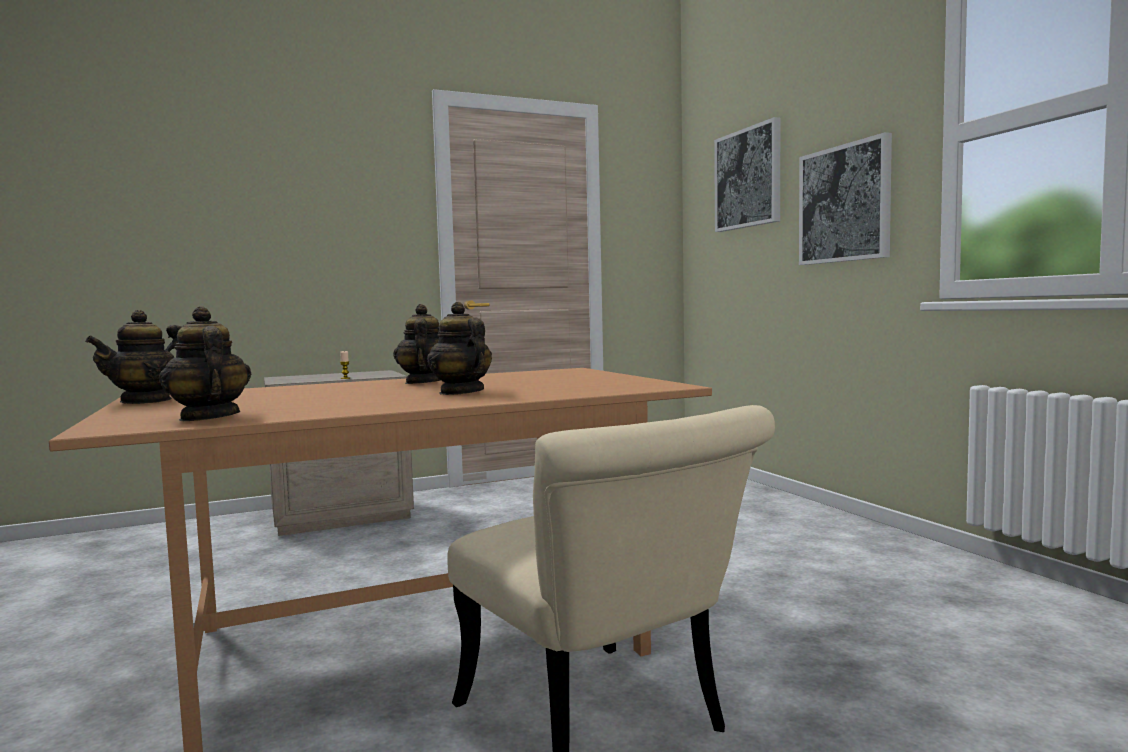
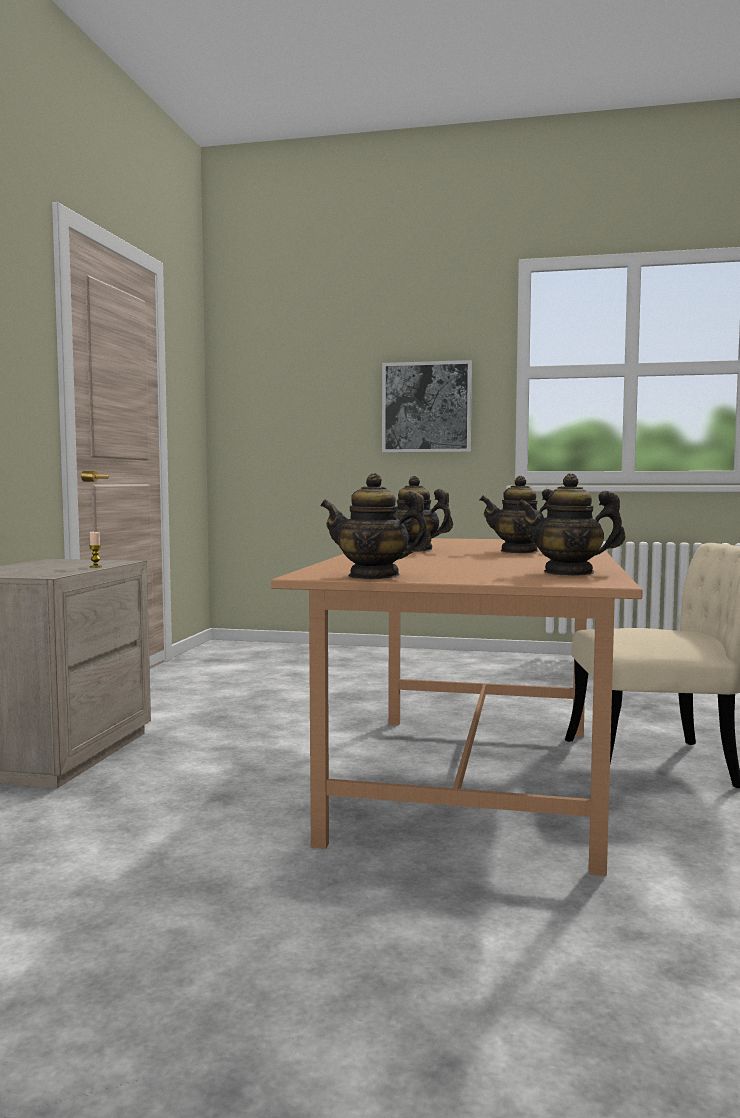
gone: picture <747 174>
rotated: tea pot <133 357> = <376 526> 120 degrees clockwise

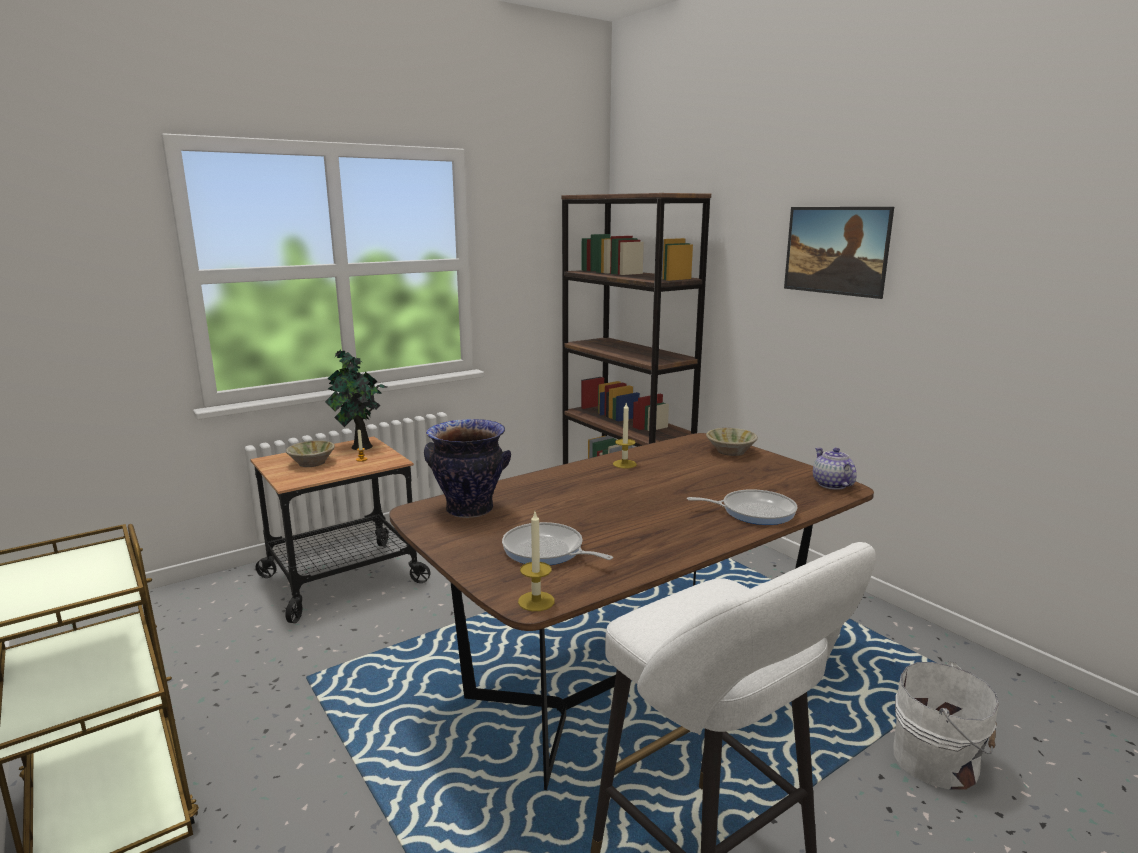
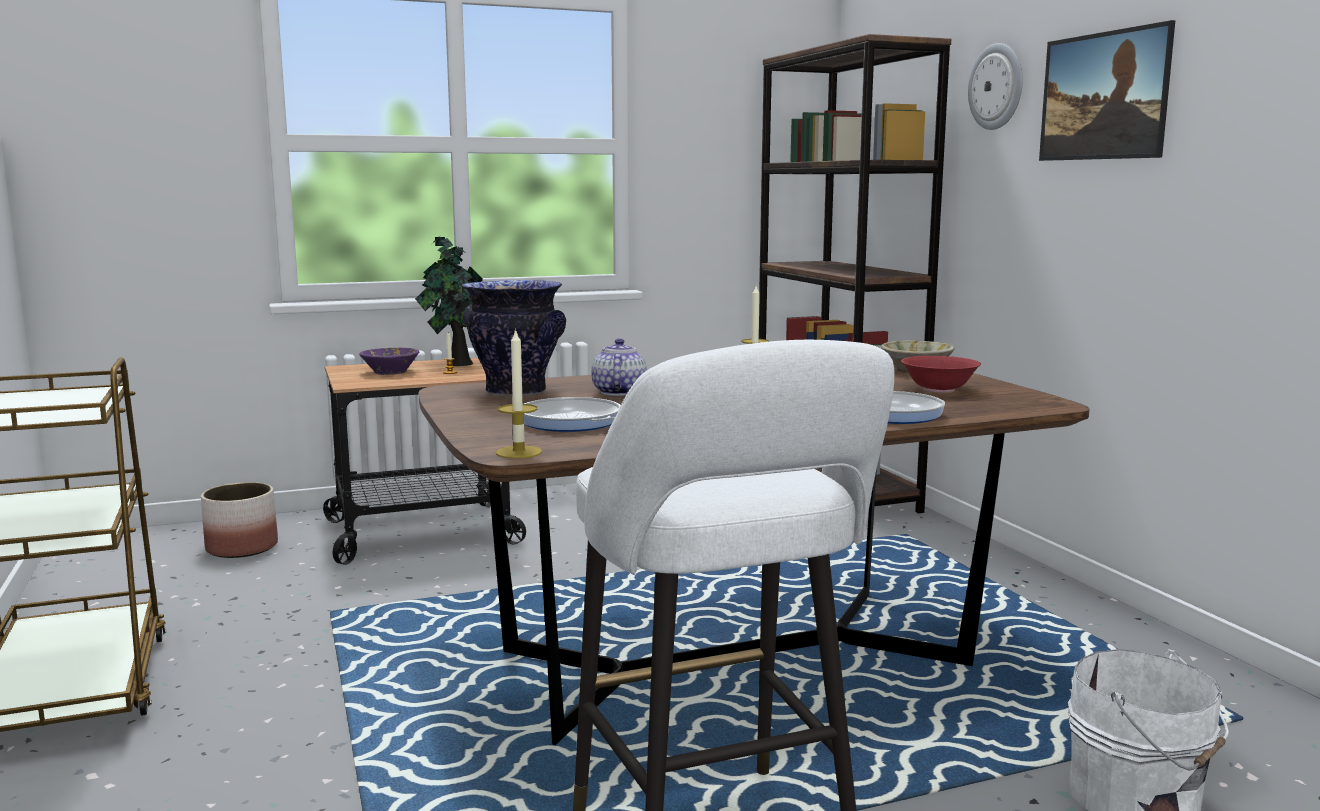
new: planter <239 520>; red-coloured bowl <941 374>; wall clock <995 86>
shifted: tea pot <835 469> to <619 367>
repainted: beige-coloured bowl <310 454> to purplish bowl <389 361>

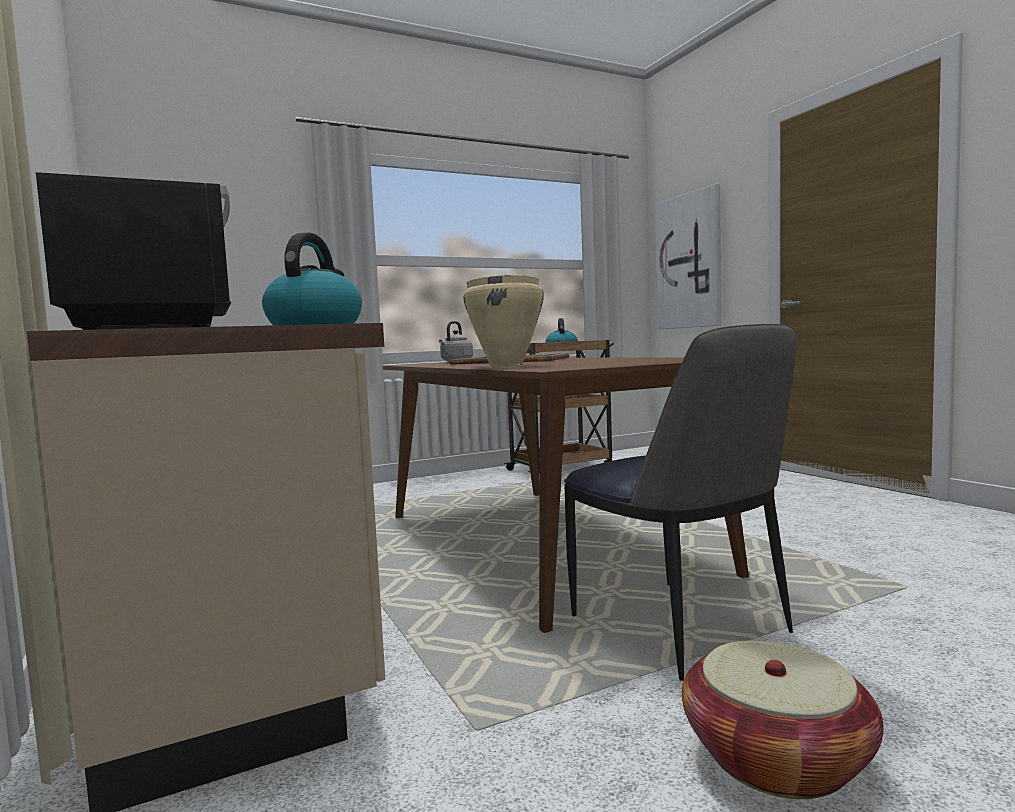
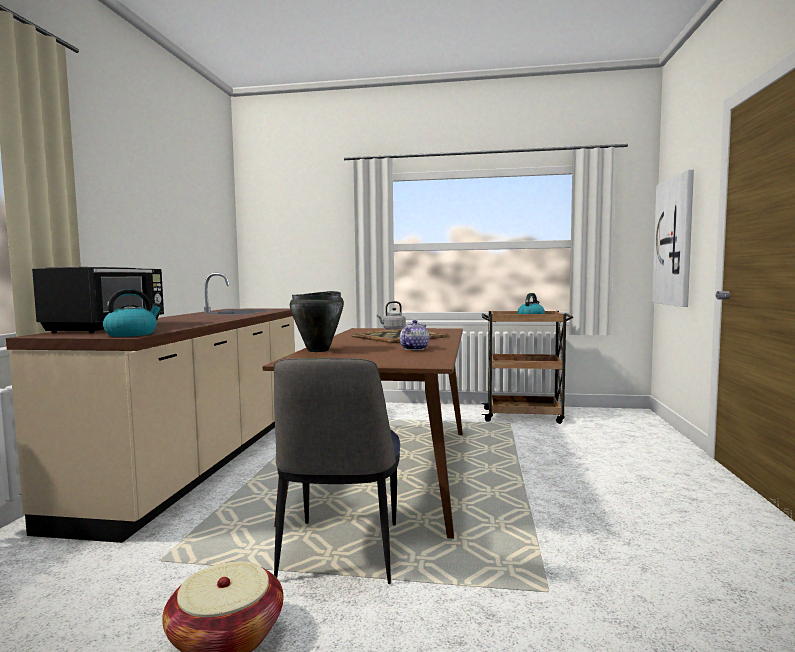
new: tea pot <414 335>
repainted: beige-coloured cooking pot <503 321> to blackish cooking pot <317 321>

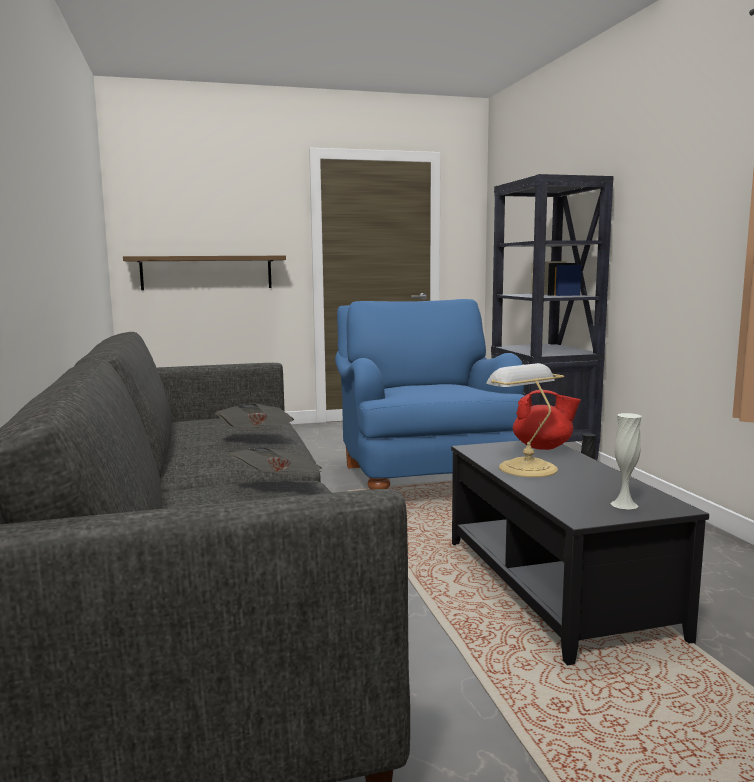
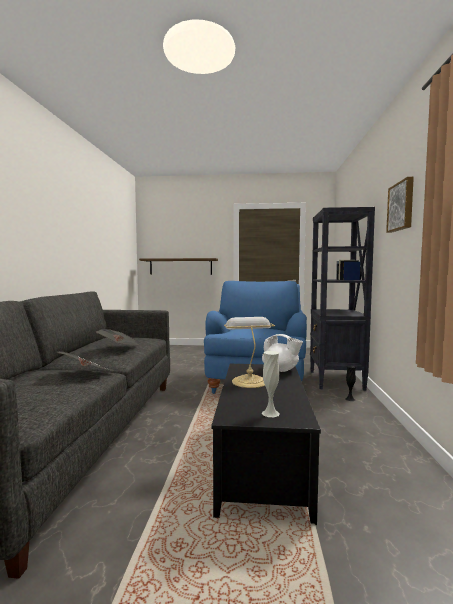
new: picture <400 205>
repainted: red-coloured tea pot <547 420> to white tea pot <282 353>

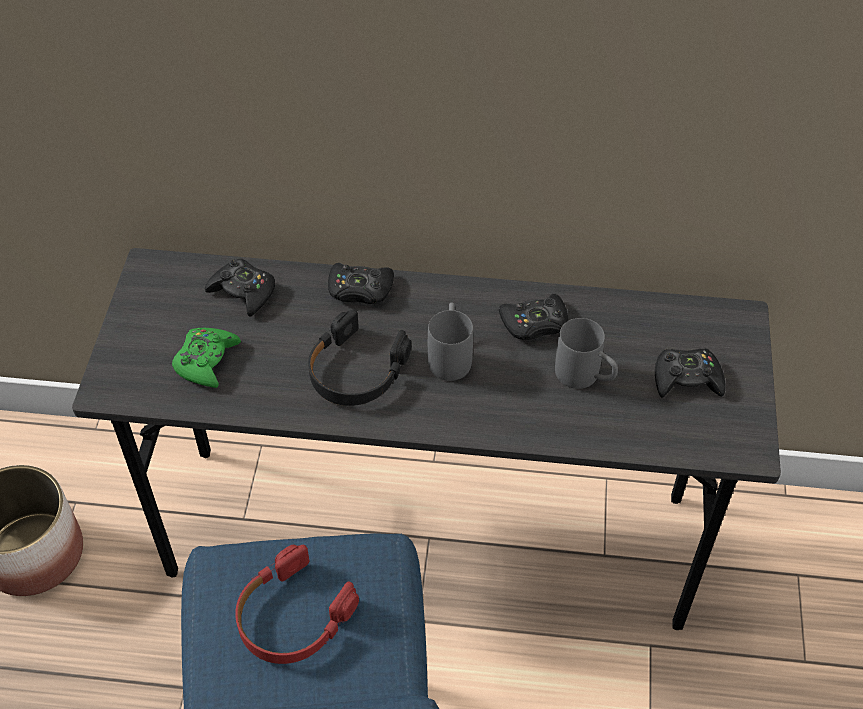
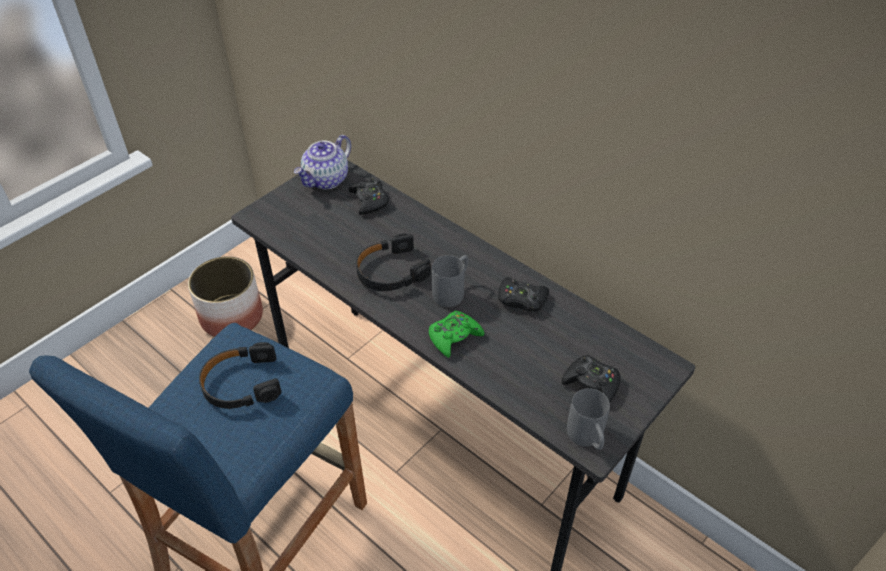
gone: blackish gamepad <361 283>
new: tea pot <322 162>
shifted: green gamepad <206 358> to <456 334>; gray coffee mug <586 353> to <588 419>
repainted: red-coloured headset <297 604> to blackish headset <240 375>

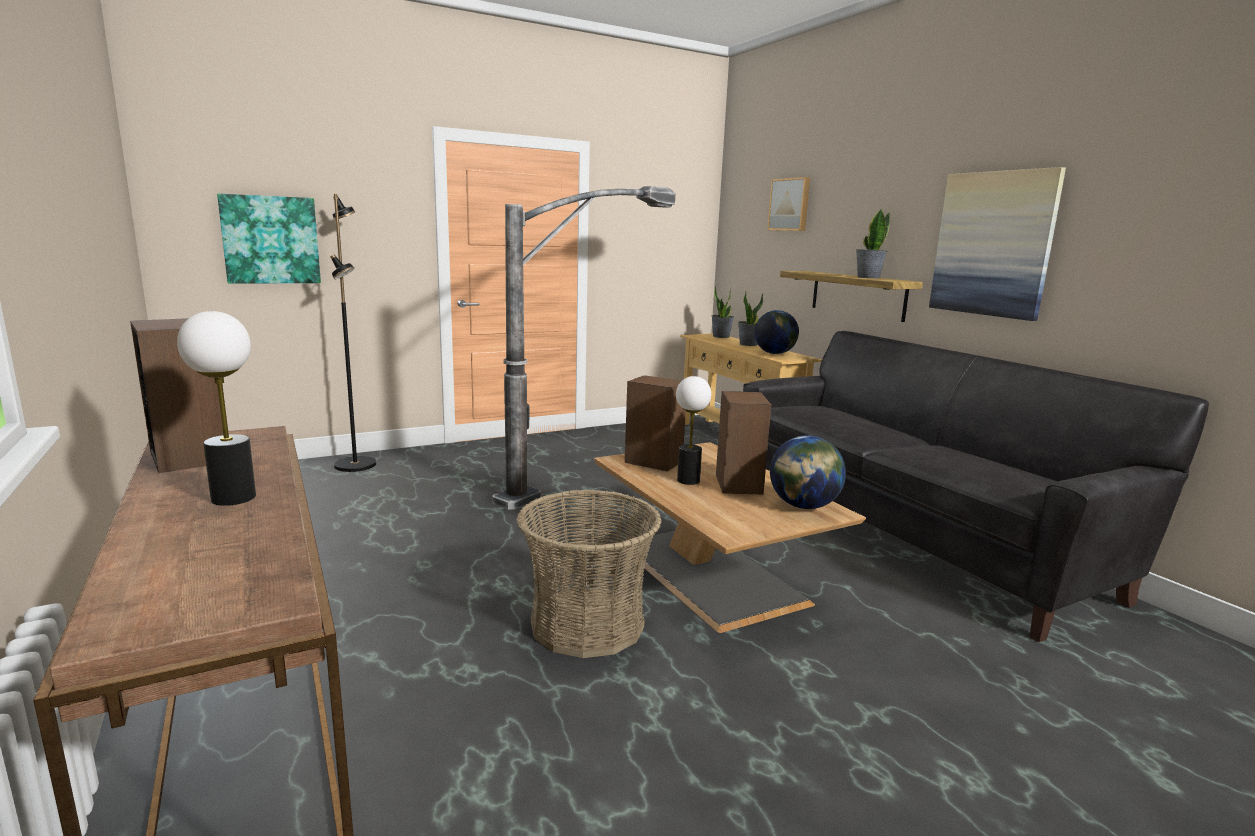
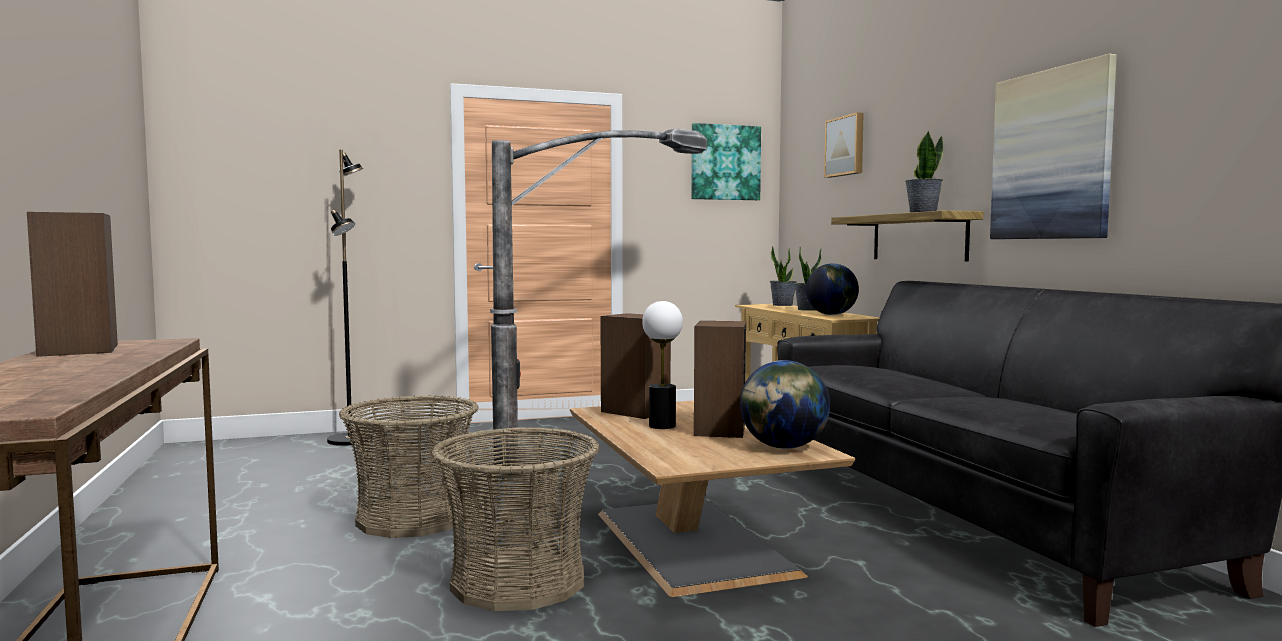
gone: lamp for a table <216 408>
new: storage basket <409 466>
shifted: picture <269 239> to <726 161>

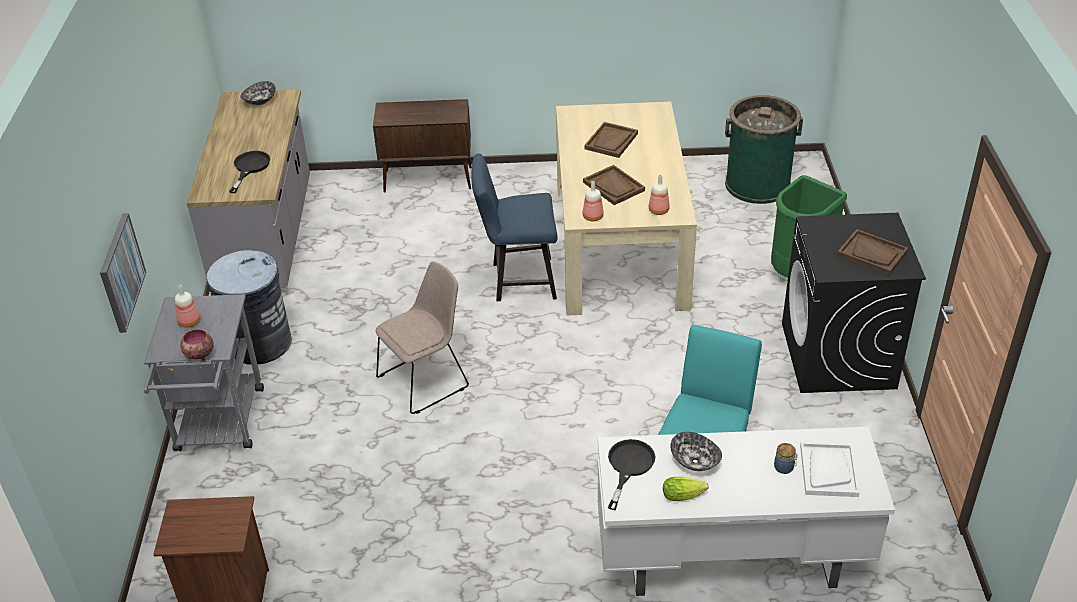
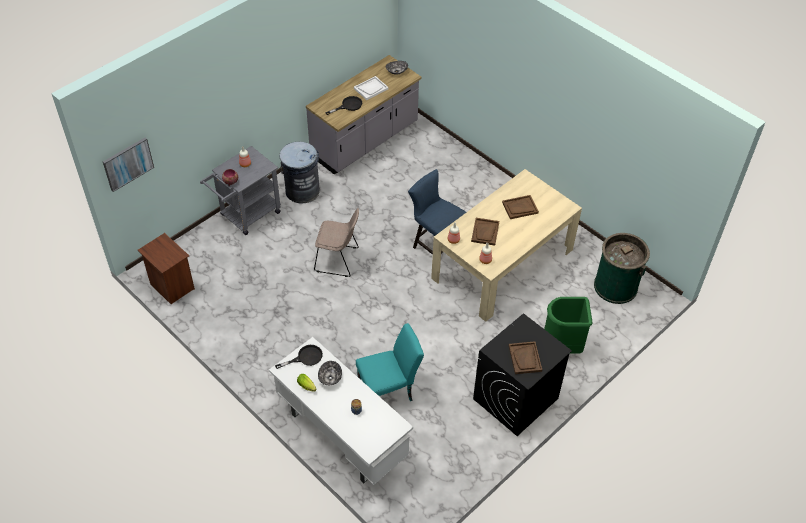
gone: brown-coloured storage cabinet <422 146>
shifted: picture <123 273> to <128 164>; white tray <830 469> to <371 88>

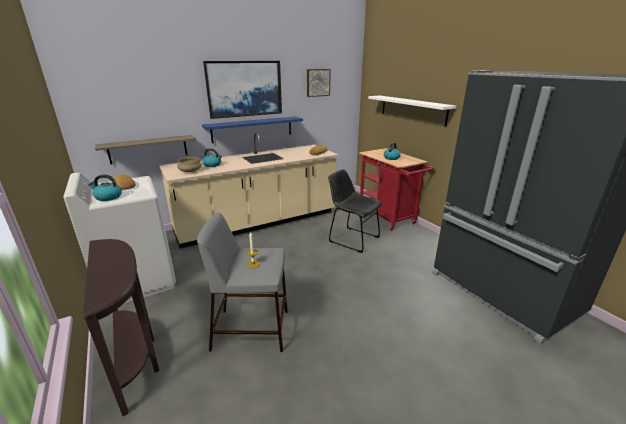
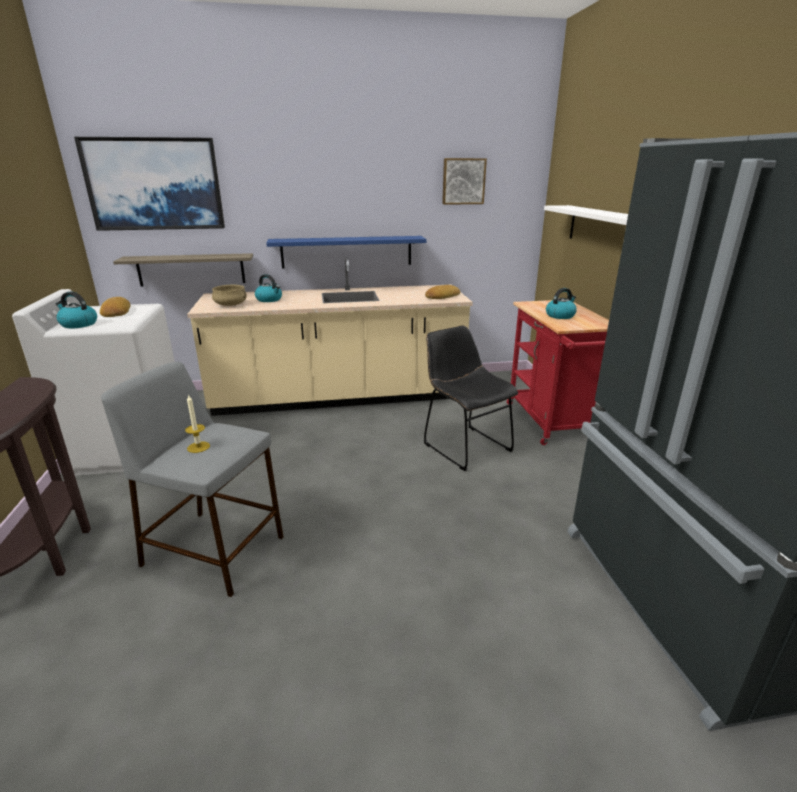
shifted: picture <242 90> to <149 184>

